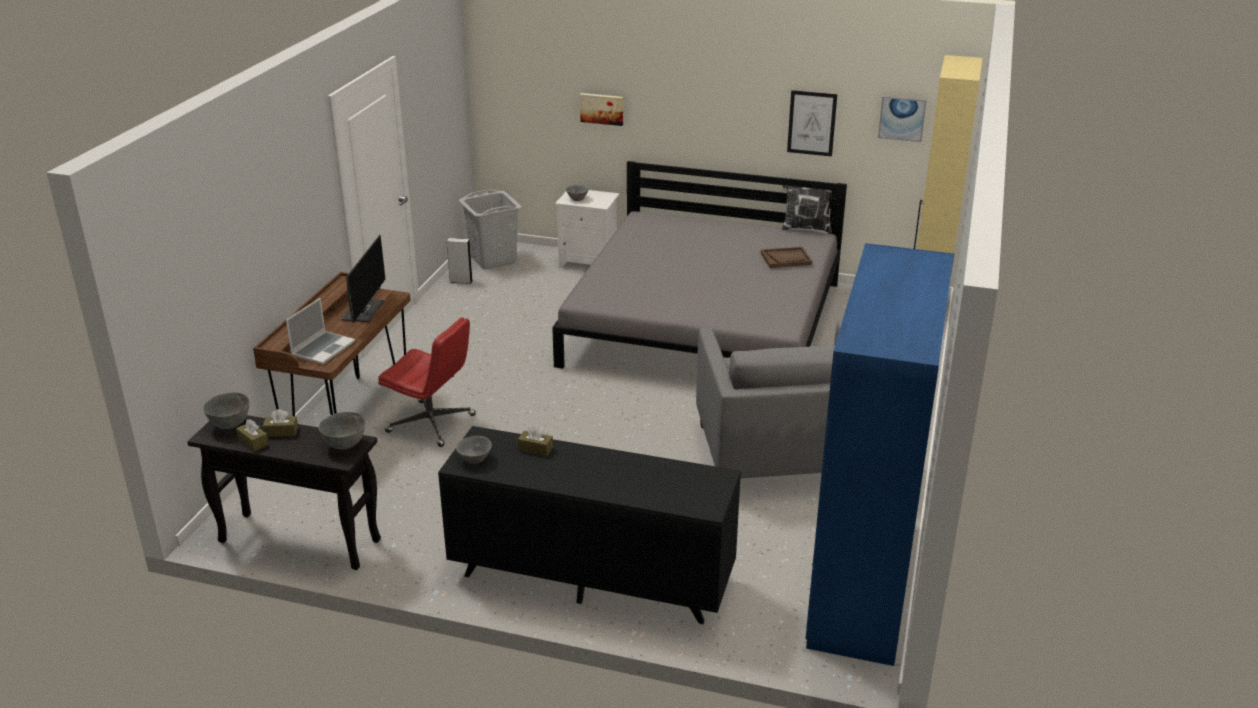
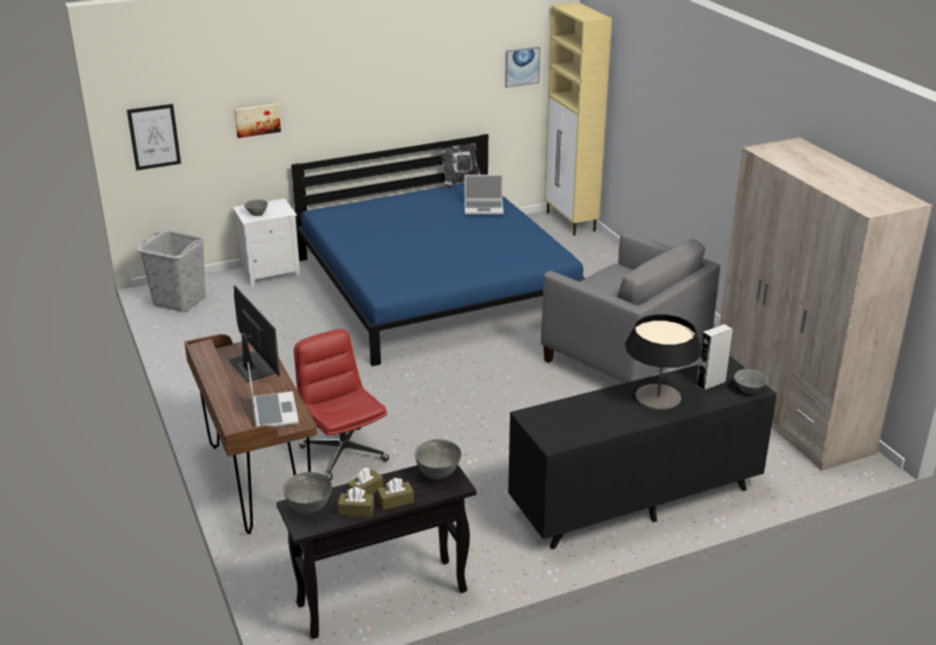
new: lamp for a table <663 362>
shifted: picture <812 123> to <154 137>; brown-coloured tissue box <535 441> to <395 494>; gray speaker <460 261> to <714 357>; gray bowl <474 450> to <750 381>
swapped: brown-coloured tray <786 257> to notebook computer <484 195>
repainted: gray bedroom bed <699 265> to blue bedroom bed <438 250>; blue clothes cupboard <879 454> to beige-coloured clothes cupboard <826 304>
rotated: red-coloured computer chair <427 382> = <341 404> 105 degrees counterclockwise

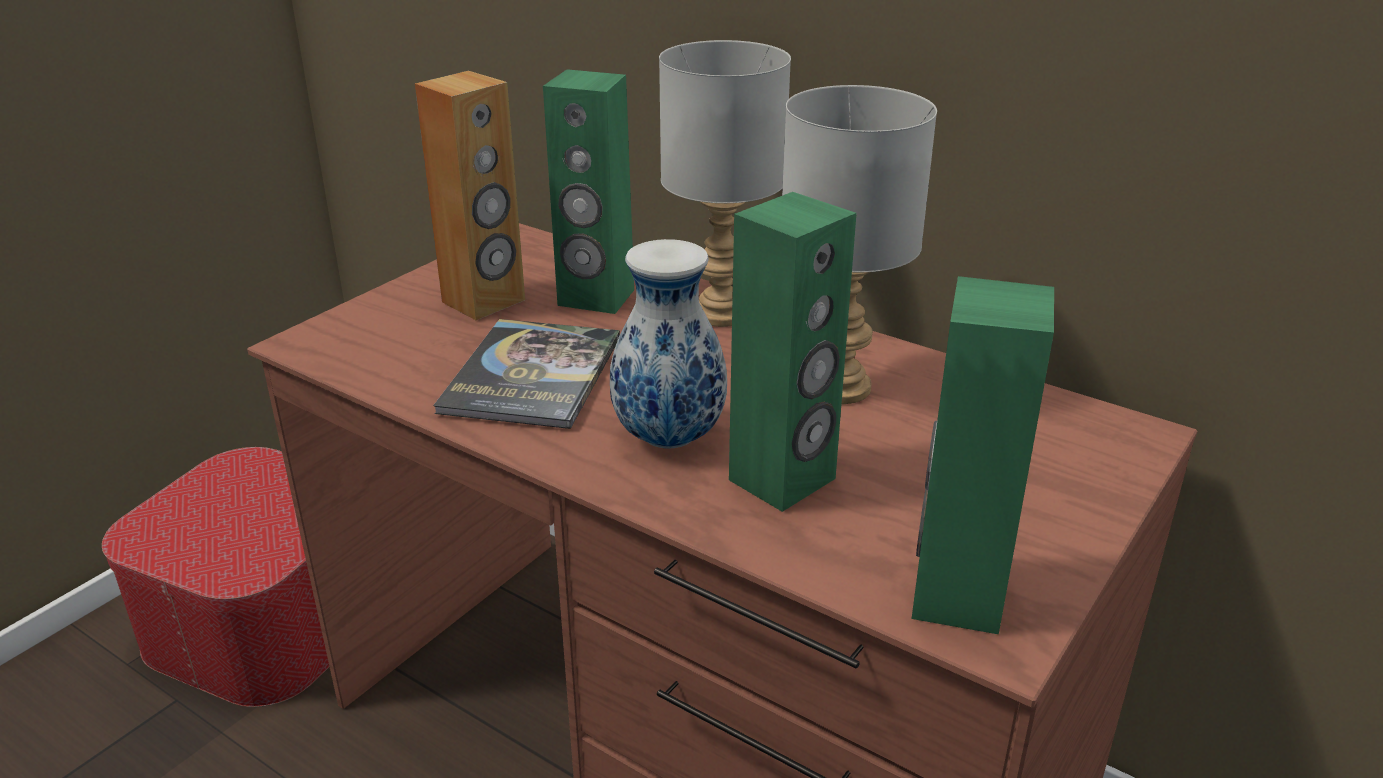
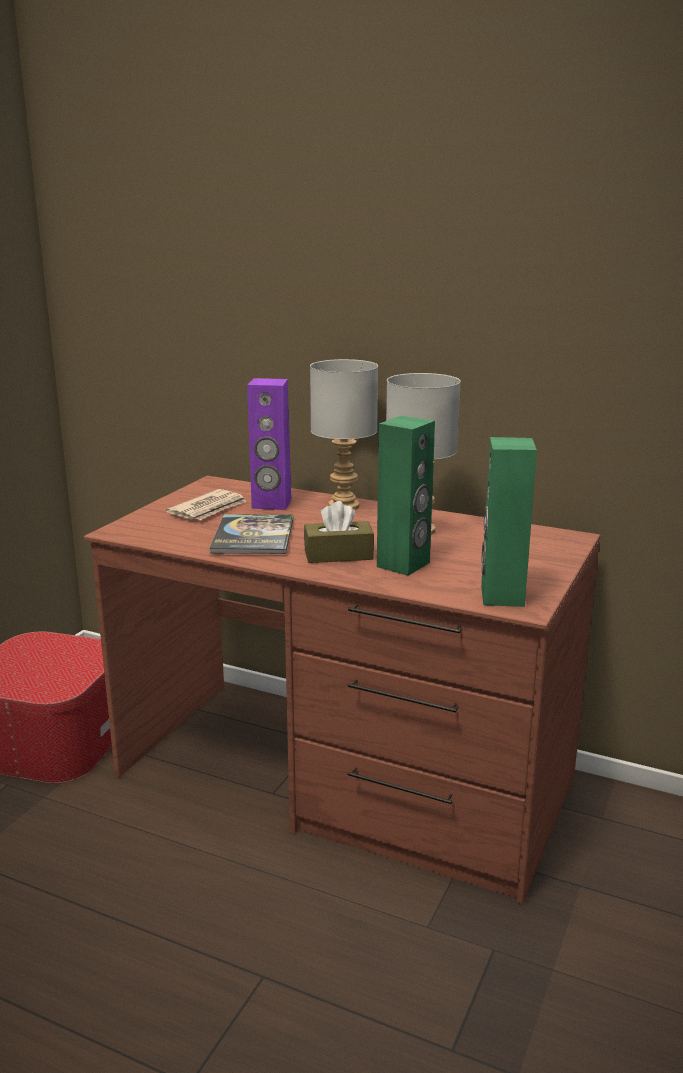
swapped: brown-coloured speaker <470 195> to daily paper <206 504>; flower vase <668 343> to brown-coloured tissue box <339 532>
repainted: green speaker <588 191> to purplish speaker <269 444>

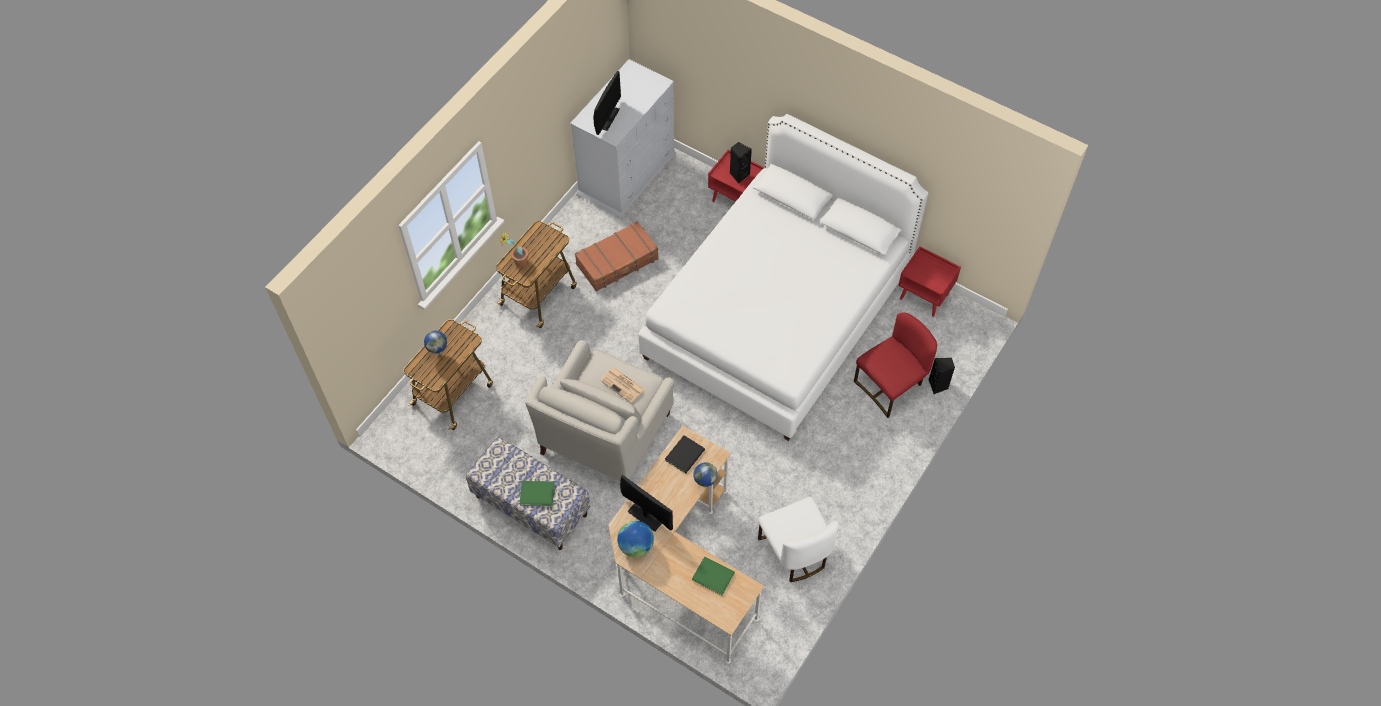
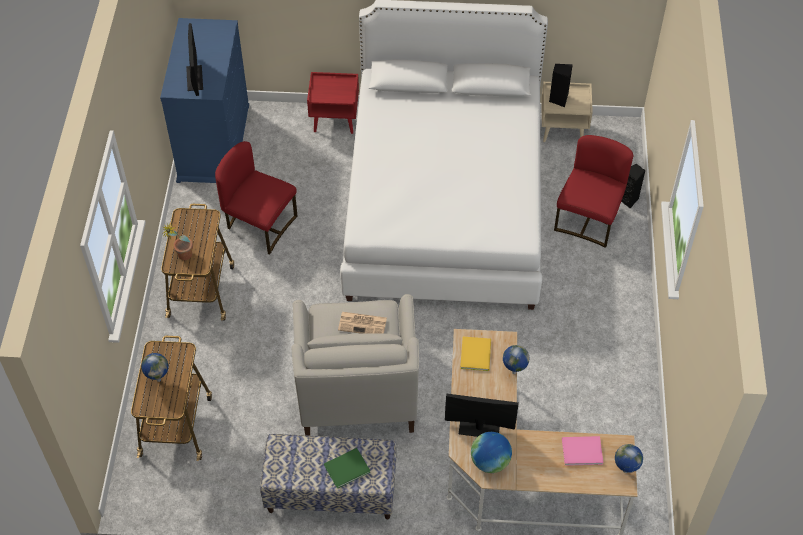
gone: white chair <798 539>
new: globe <629 458>
shifted: blackish speaker <741 163> to <561 85>
swapped: brown-coloured piece of luggage <617 256> to red-coloured chair <256 198>
repainted: white chest of drawers <623 139> to blue chest of drawers <204 100>; blackish bound book <685 454> to yellow bound book <475 354>; red-coloured nightstand <929 282> to beige-coloured nightstand <567 112>; green bound book <713 576> to pinkish bound book <582 451>

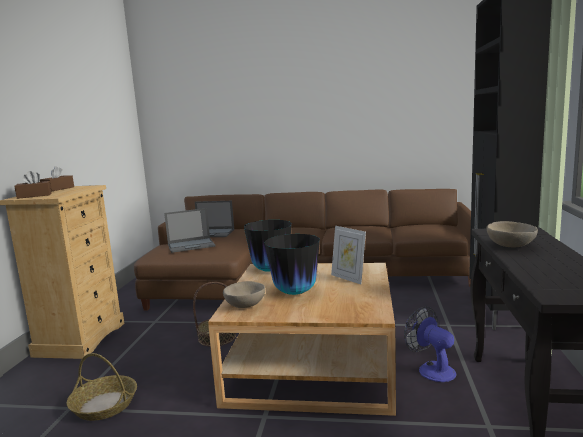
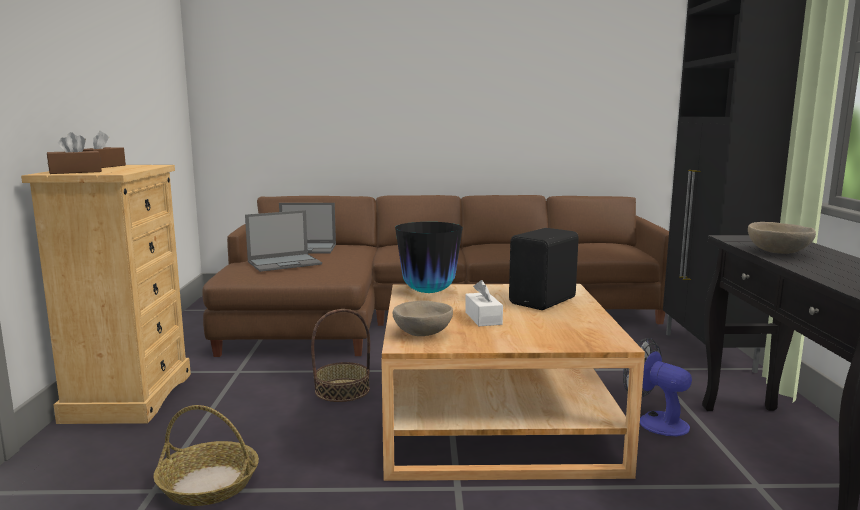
swapped: flower vase <292 264> to white tissue box <484 303>; picture frame <348 255> to blackish speaker <544 269>

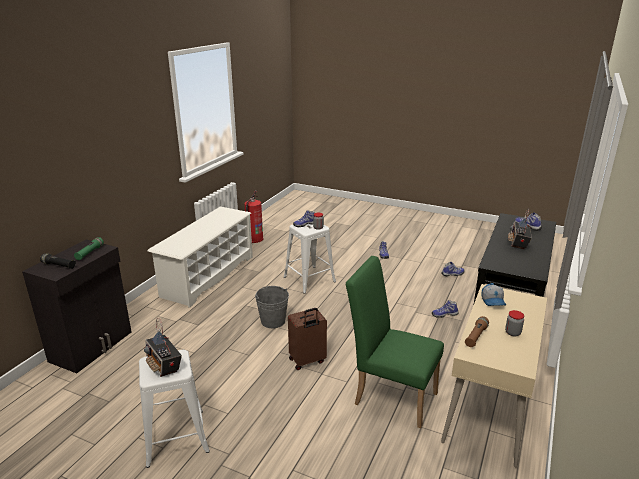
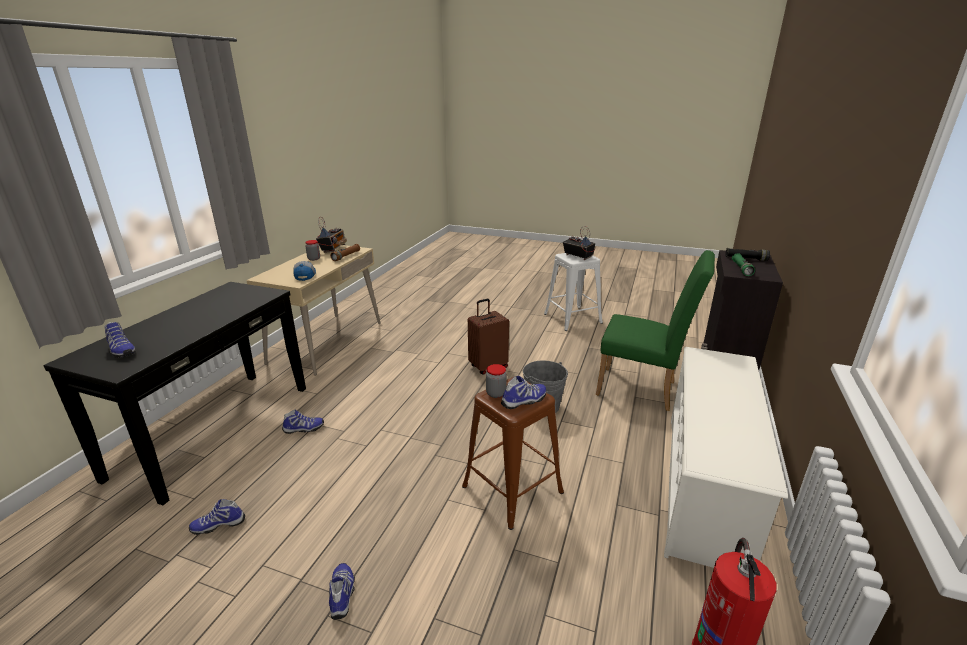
shifted: radio <520 229> to <331 235>; green chair <395 342> to <655 330>
repainted: white stool <309 259> to brown-coloured stool <513 453>

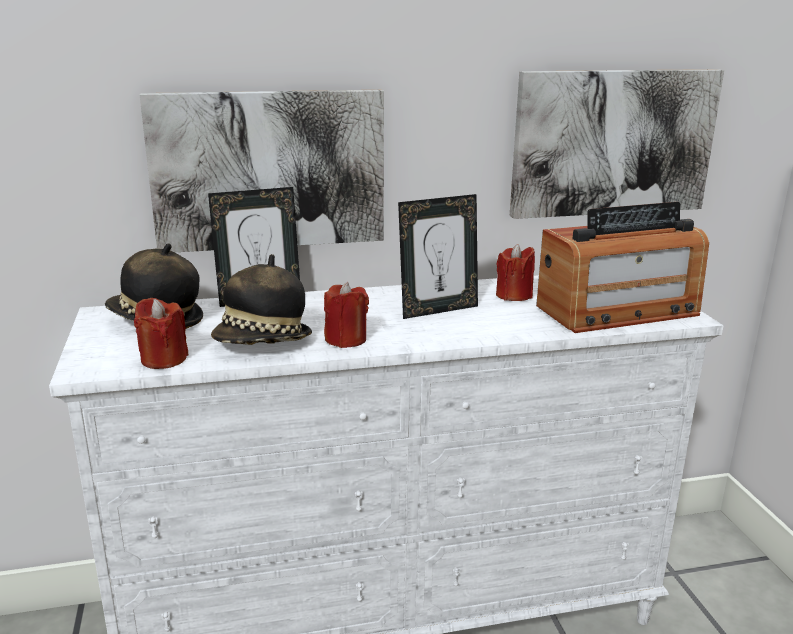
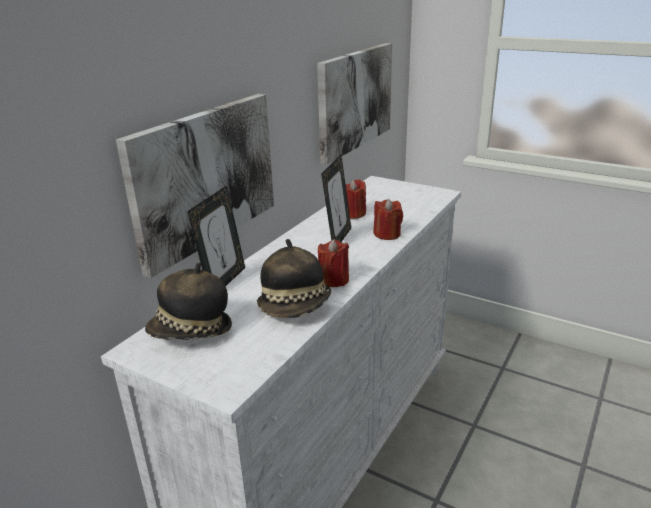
gone: radio <622 267>
shifted: red-coloured wax candle <161 333> to <388 219>

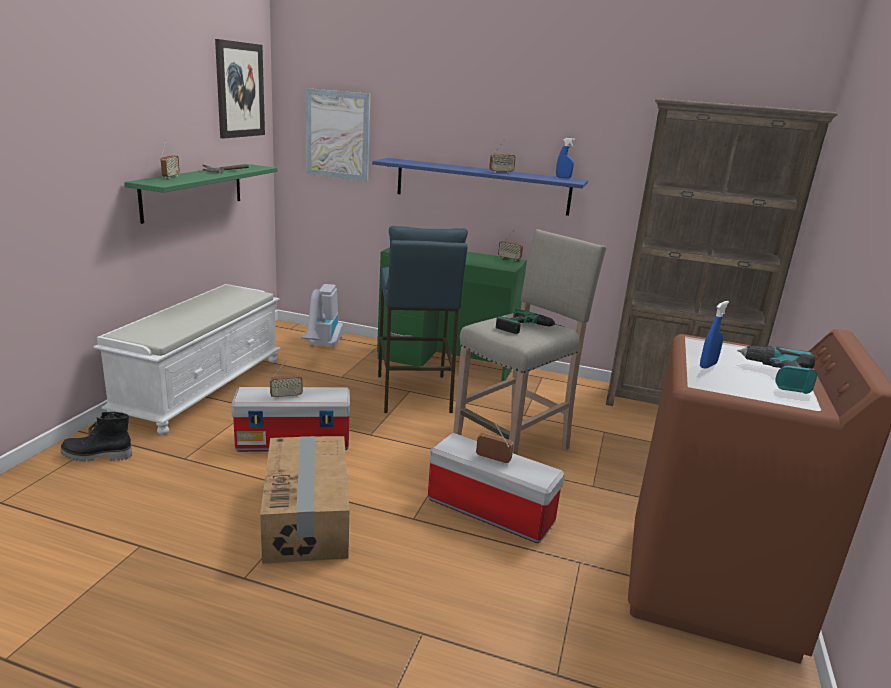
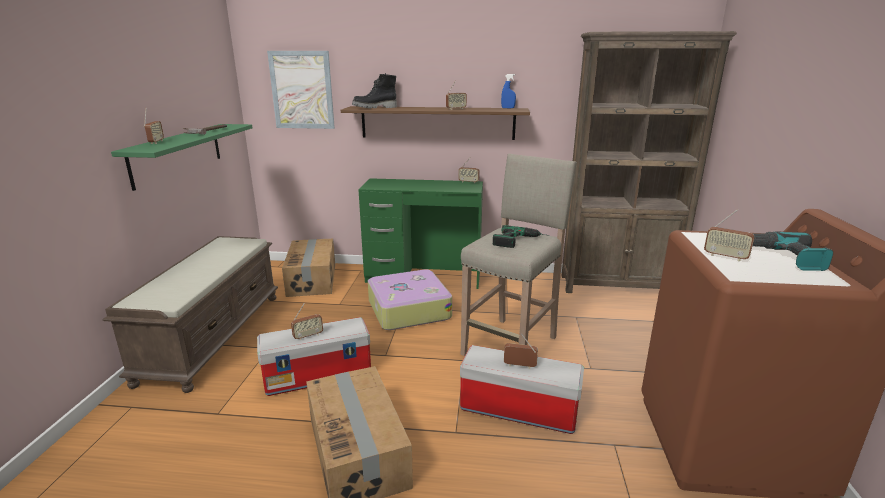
gone: picture <240 88>
shifted: blackish high-top boot <96 437> to <374 90>
swapped: hoover <322 316> to carton <308 268>; blue stool <423 319> to piece of luggage <410 299>; blue sprayer <714 335> to radio <729 235>
repainted: white long seat <187 359> to brown-coloured long seat <190 314>; blue shelf <480 187> to brown-coloured shelf <435 123>

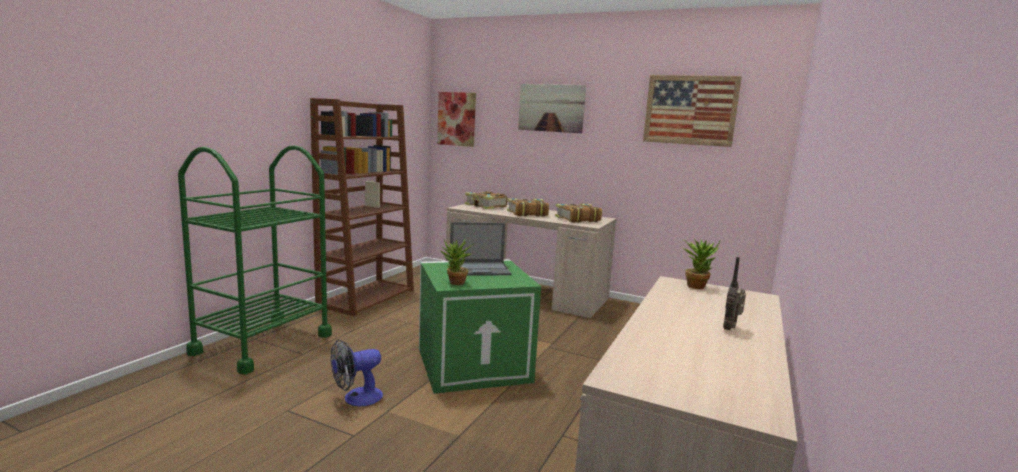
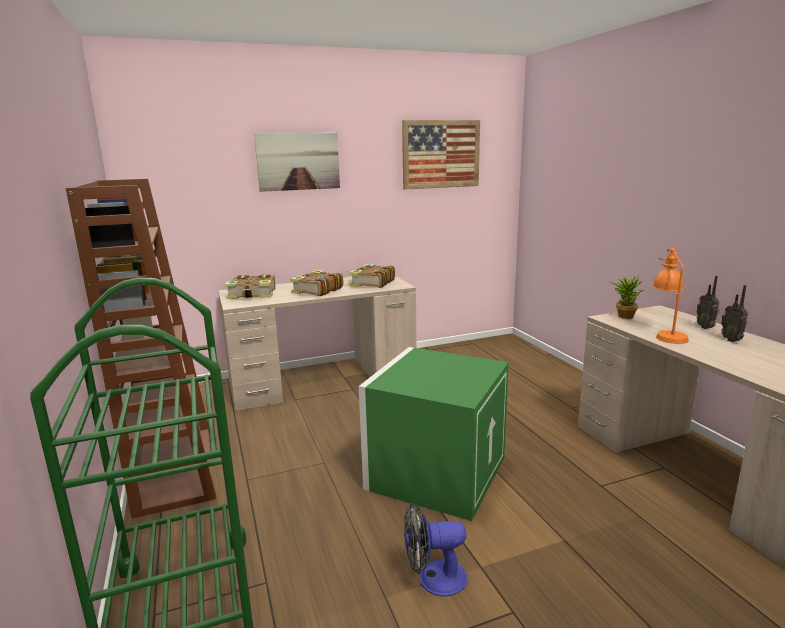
gone: picture <456 119>; houseplant <456 262>; notebook computer <480 249>
new: orangey lamp for a table <670 296>; radio <708 302>
rotated: electric fan <357 372> = <435 550> 75 degrees clockwise

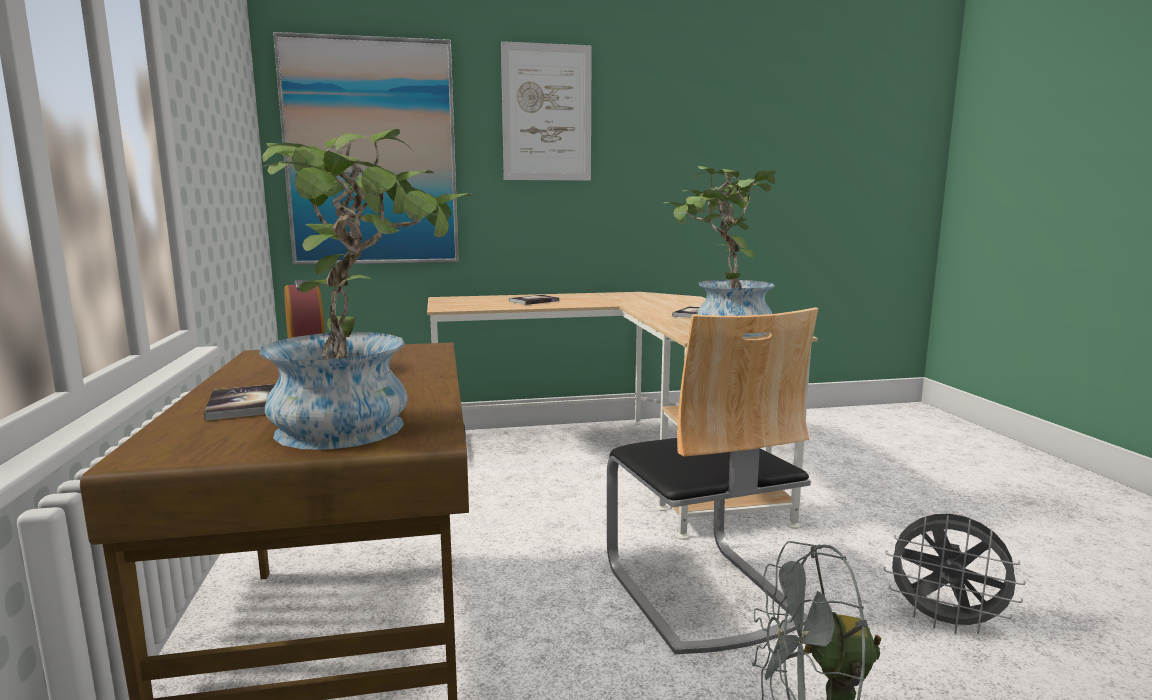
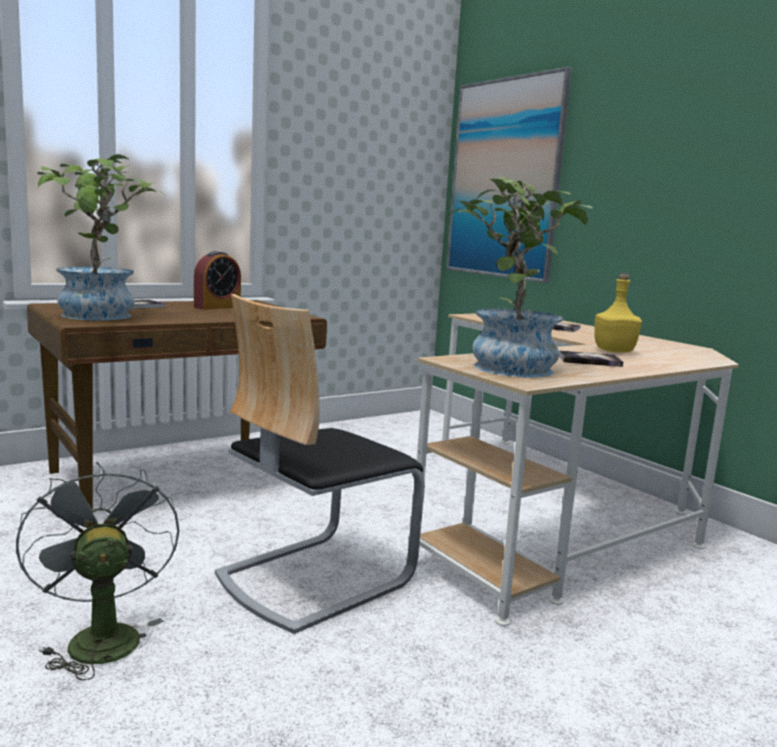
gone: picture <546 111>; gray electric fan <955 574>
new: yellow beverage bottle <618 313>

